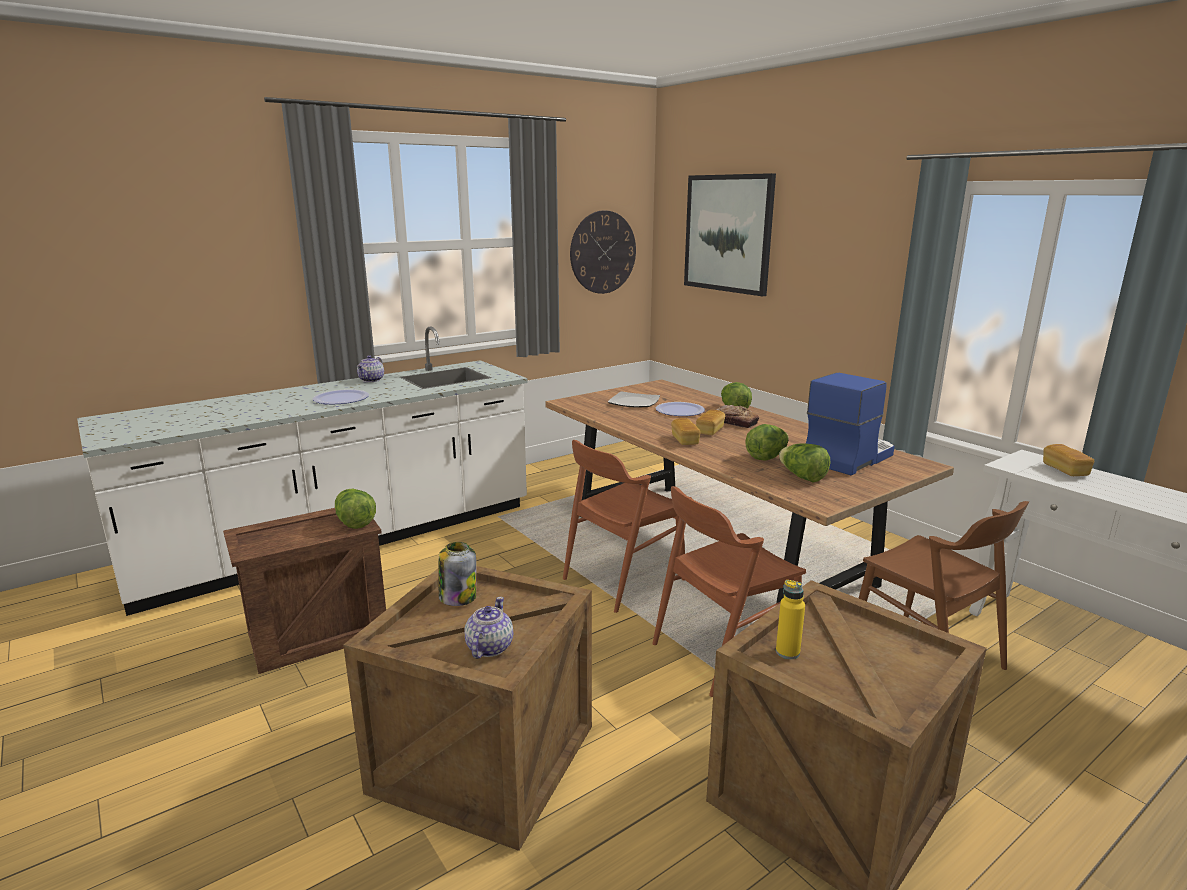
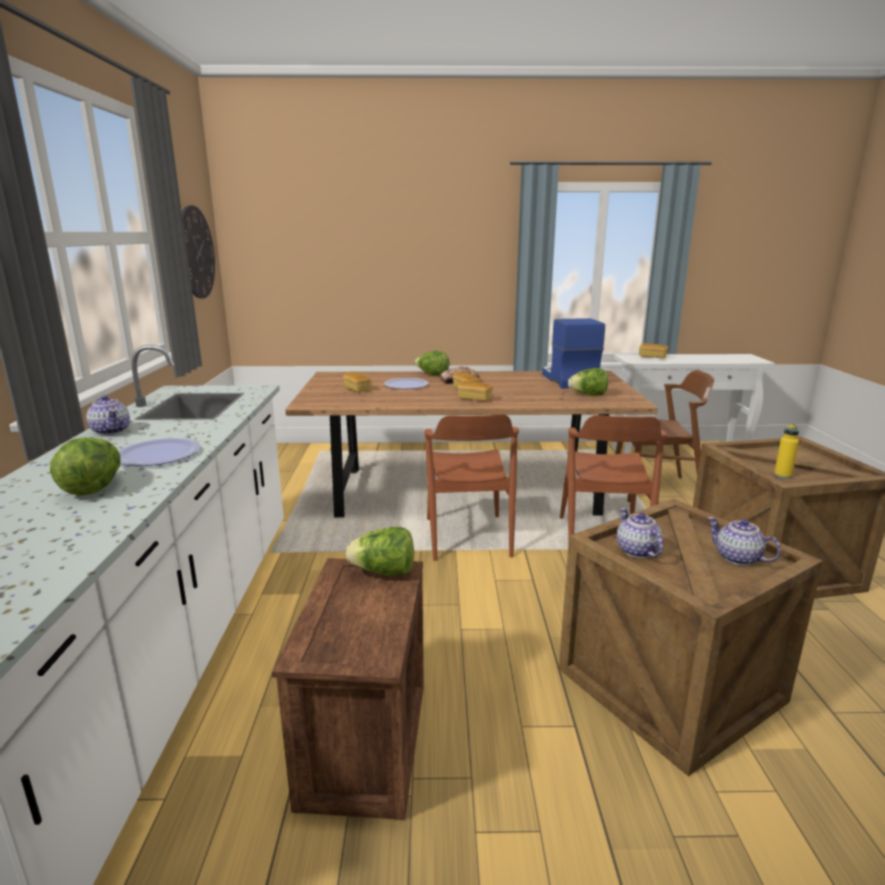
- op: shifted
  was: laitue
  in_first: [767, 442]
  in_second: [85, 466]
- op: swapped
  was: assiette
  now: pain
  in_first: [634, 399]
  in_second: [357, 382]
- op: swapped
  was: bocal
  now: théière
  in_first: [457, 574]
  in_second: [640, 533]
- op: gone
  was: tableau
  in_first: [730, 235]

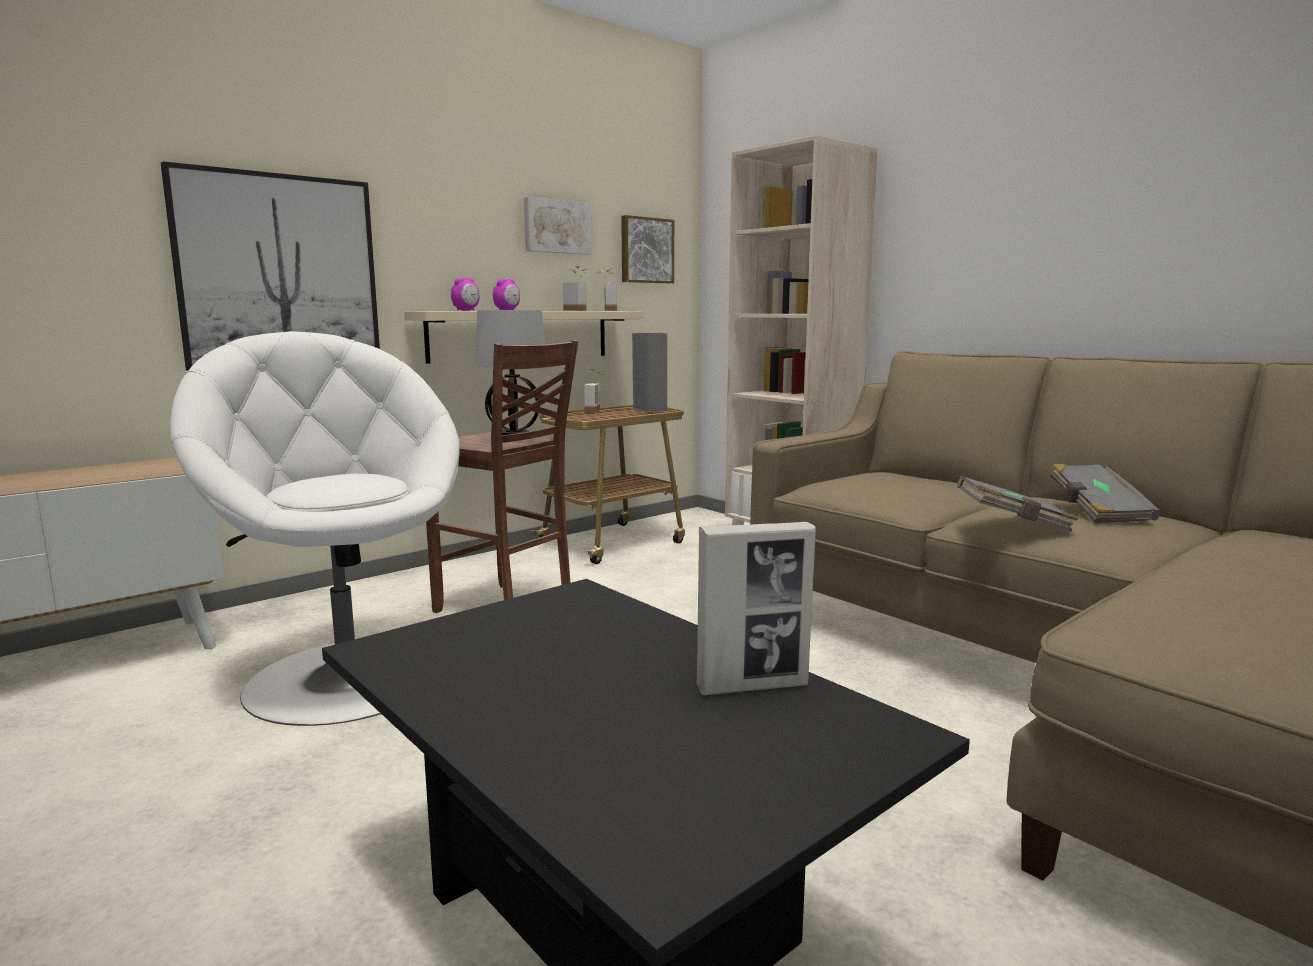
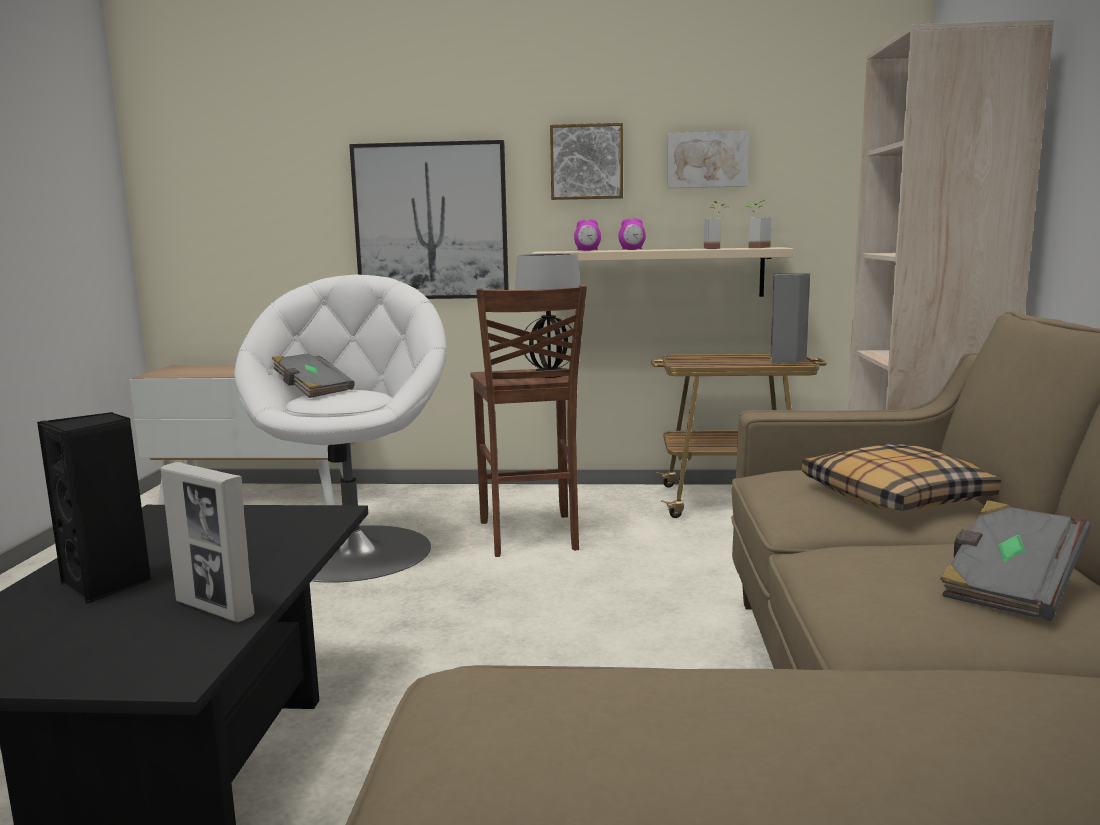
- op: new
  now: enceinte/noir
  in_second: [94, 508]
- op: shifted
  was: livre/gris
  in_first: [1018, 504]
  in_second: [313, 376]
- op: shifted
  was: tableau
  in_first: [647, 249]
  in_second: [586, 161]
- op: new
  now: coussin
  in_second: [901, 477]
- op: gone
  was: plante en pot
  in_first: [593, 390]

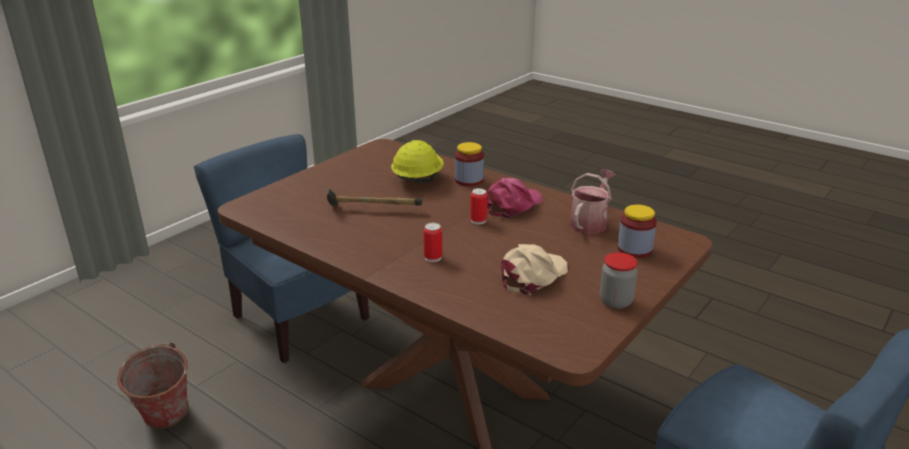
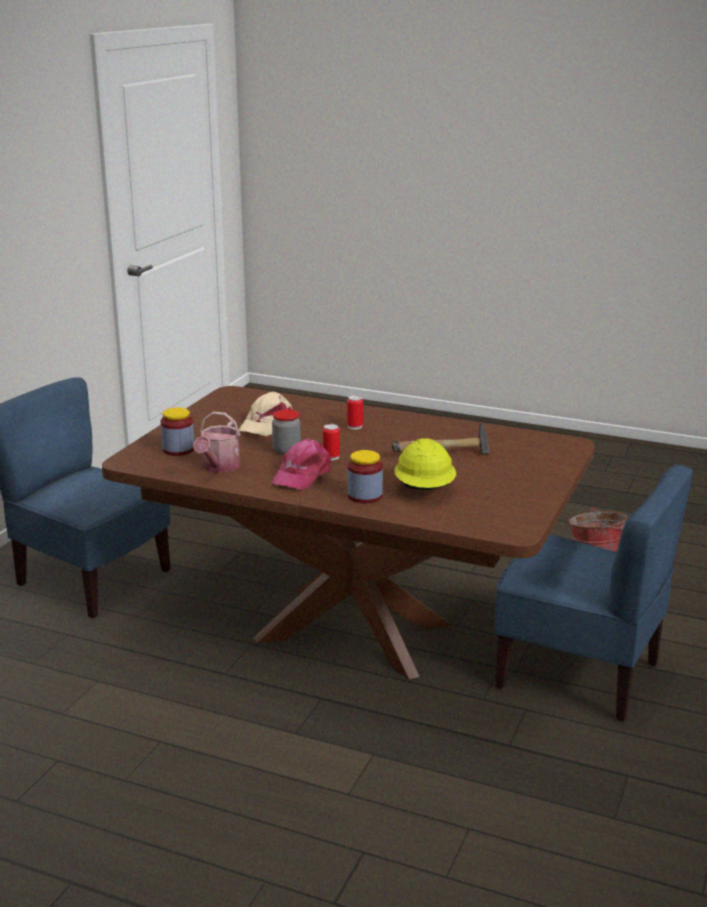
- op: shifted
  was: bocal
  in_first: [619, 280]
  in_second: [286, 432]

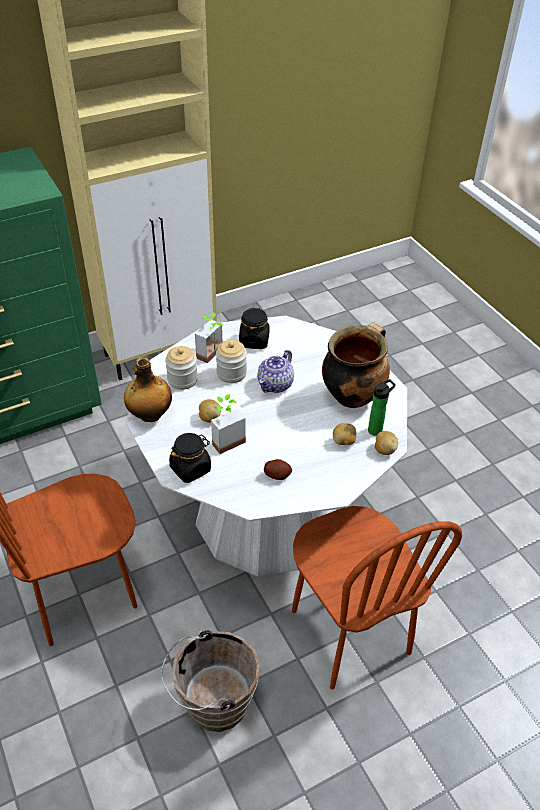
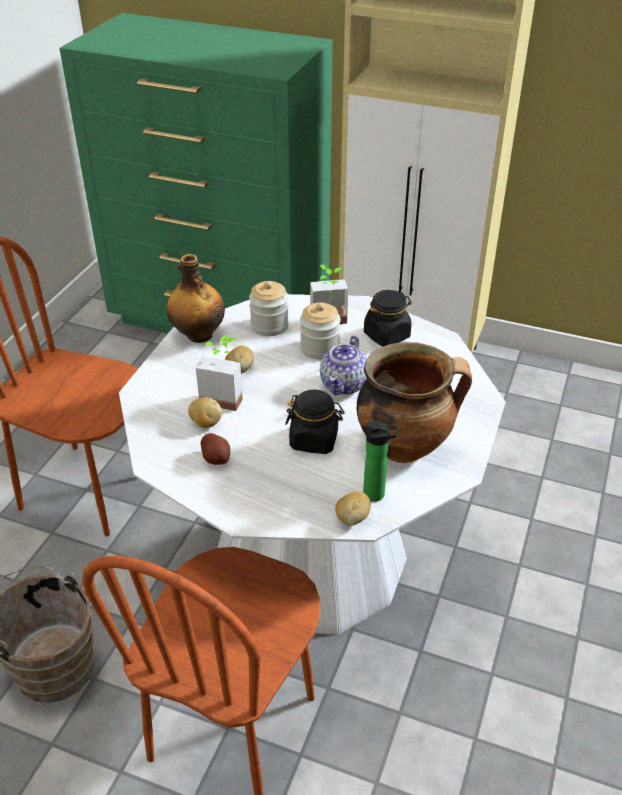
- op: shifted
  was: pomme de terre
  in_first: [344, 434]
  in_second: [205, 412]
- op: shifted
  was: bocal/noir
  in_first: [190, 458]
  in_second: [315, 421]
- op: rotated
  was: théière
  in_first: [275, 371]
  in_second: [343, 365]
  clockwise: -60

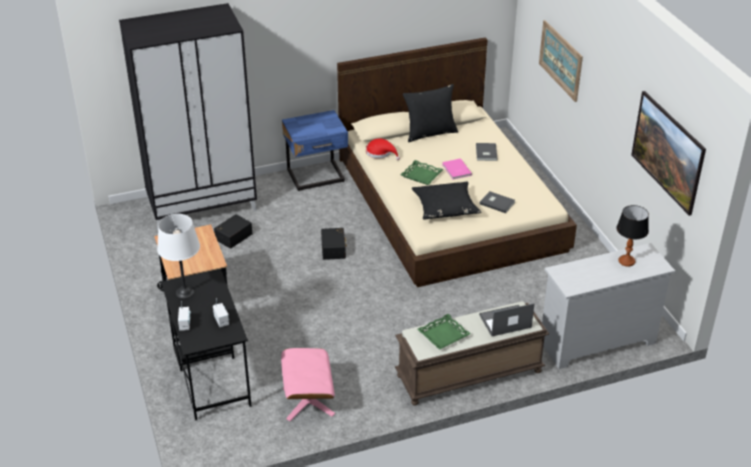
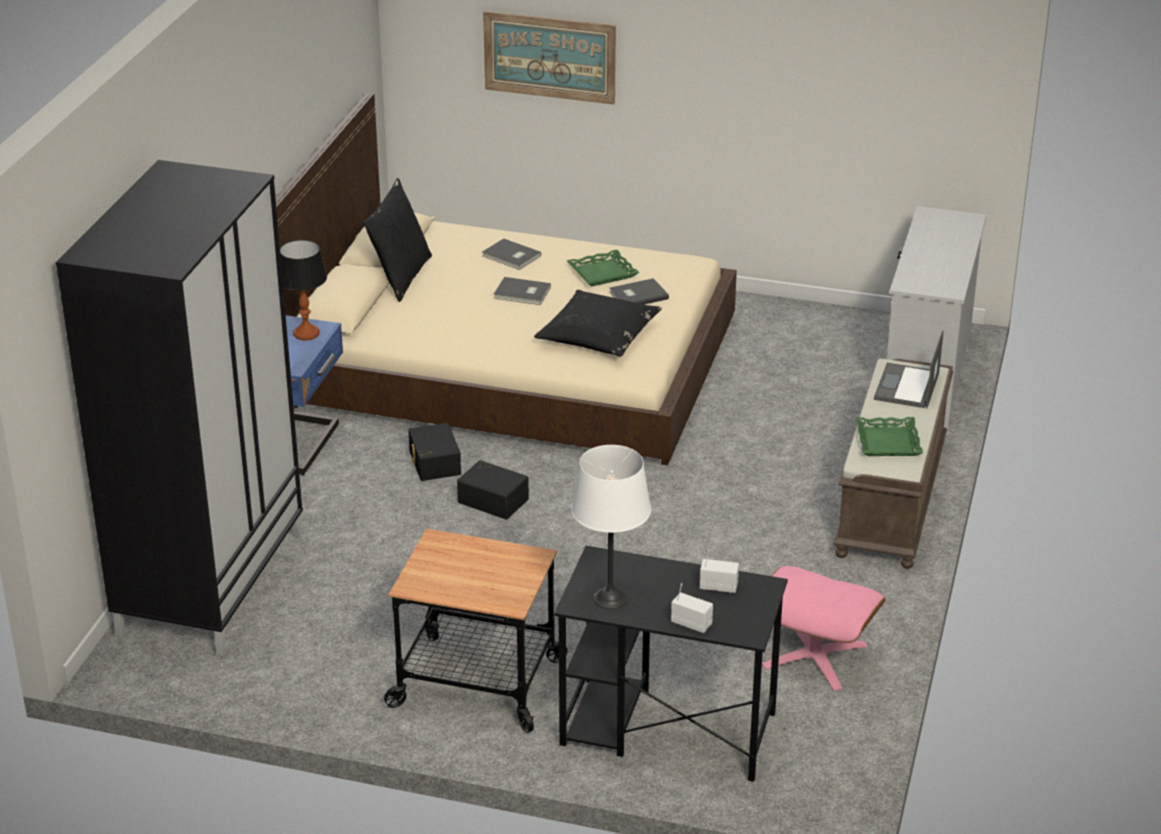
- op: shifted
  was: lampe de table
  in_first: [632, 236]
  in_second: [303, 290]
- op: shifted
  was: boîte de rangement/noir
  in_first: [233, 231]
  in_second: [434, 452]
- op: repainted
  was: livre/rose
  now: livre/gris
  in_first: [457, 168]
  in_second: [522, 291]
- op: shifted
  was: plateau/vert
  in_first: [421, 172]
  in_second: [603, 268]
- op: gone
  was: chapeau/rouge
  in_first: [383, 149]
- op: gone
  was: tableau
  in_first: [668, 153]

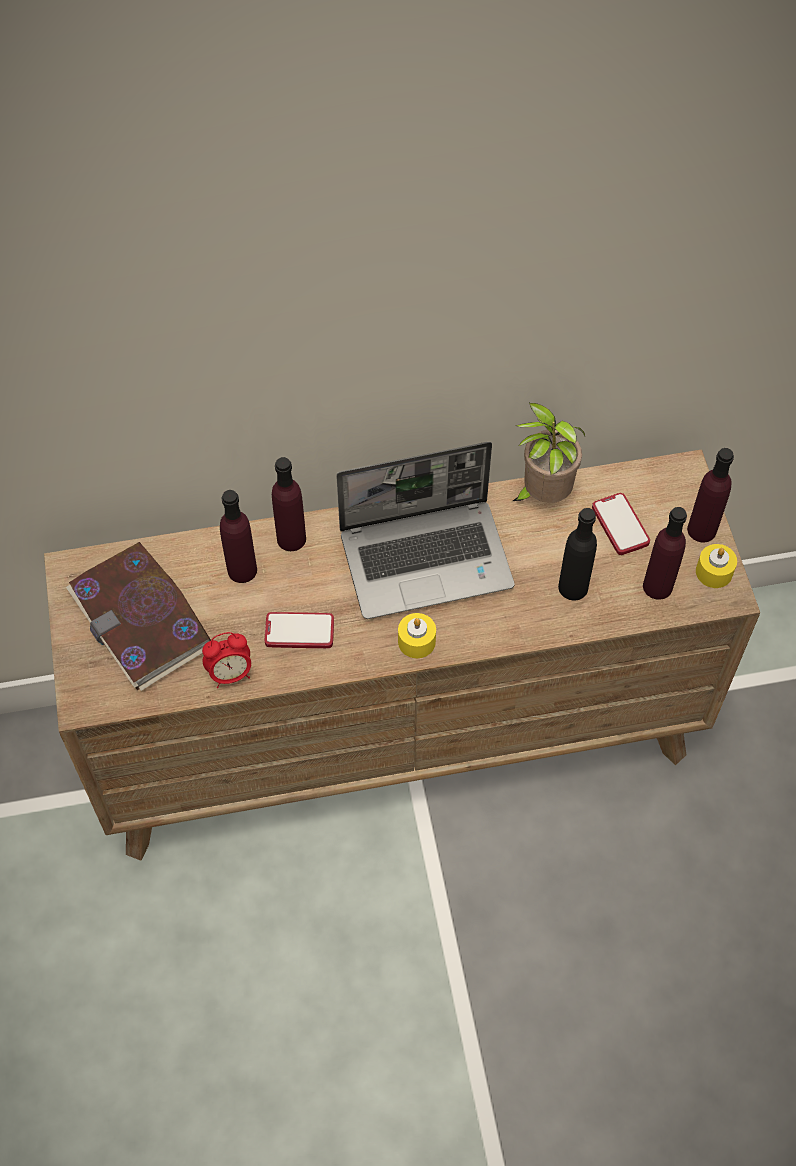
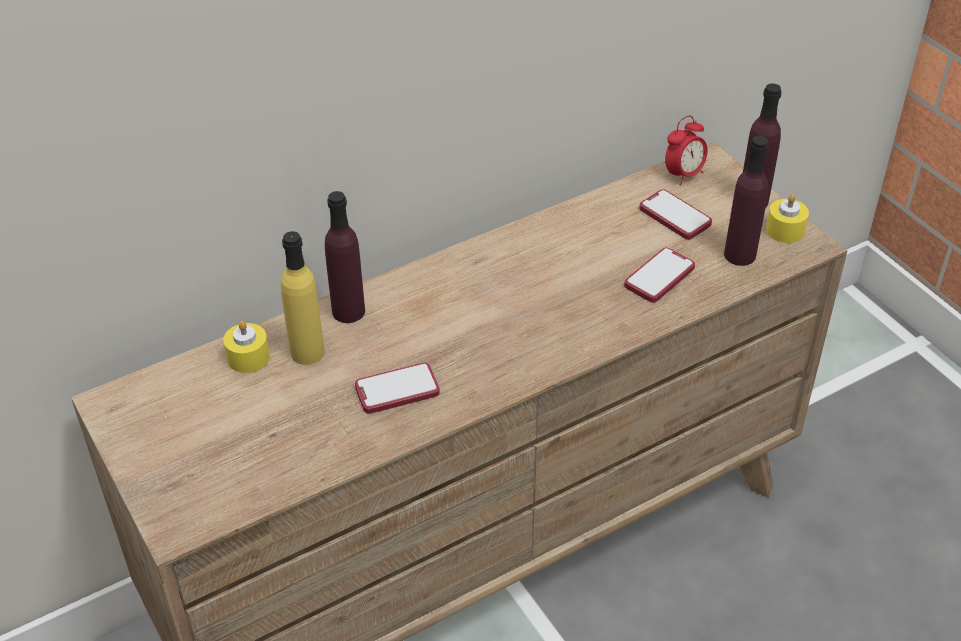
- op: shifted
  was: bougie/jaune
  in_first: [417, 635]
  in_second: [246, 347]
- op: repainted
  was: bouteille/violet
  now: bouteille/jaune
  in_first: [238, 536]
  in_second: [303, 298]
- op: swapped
  was: bouteille/noir
  now: téléphone
  in_first: [577, 554]
  in_second: [659, 275]
- op: shifted
  was: réveil
  in_first: [226, 660]
  in_second: [686, 151]
- op: gone
  was: livre
  in_first: [138, 616]
- op: gone
  was: ordinateur portable
  in_first: [425, 530]
- op: gone
  was: plante en pot
  in_first: [549, 453]

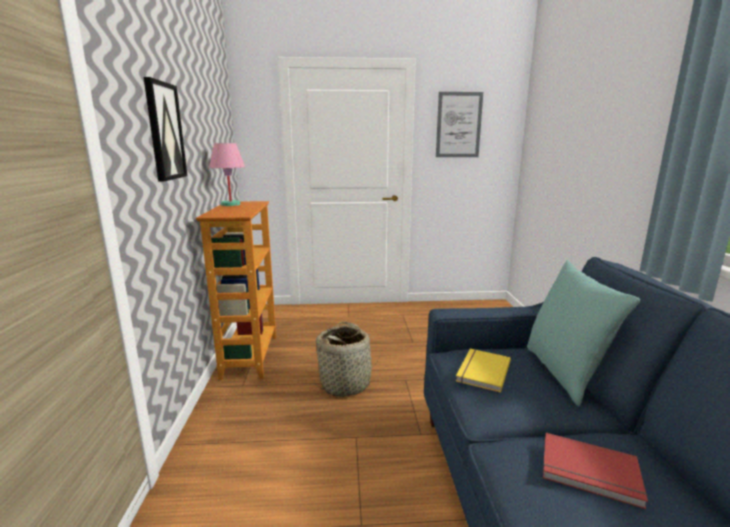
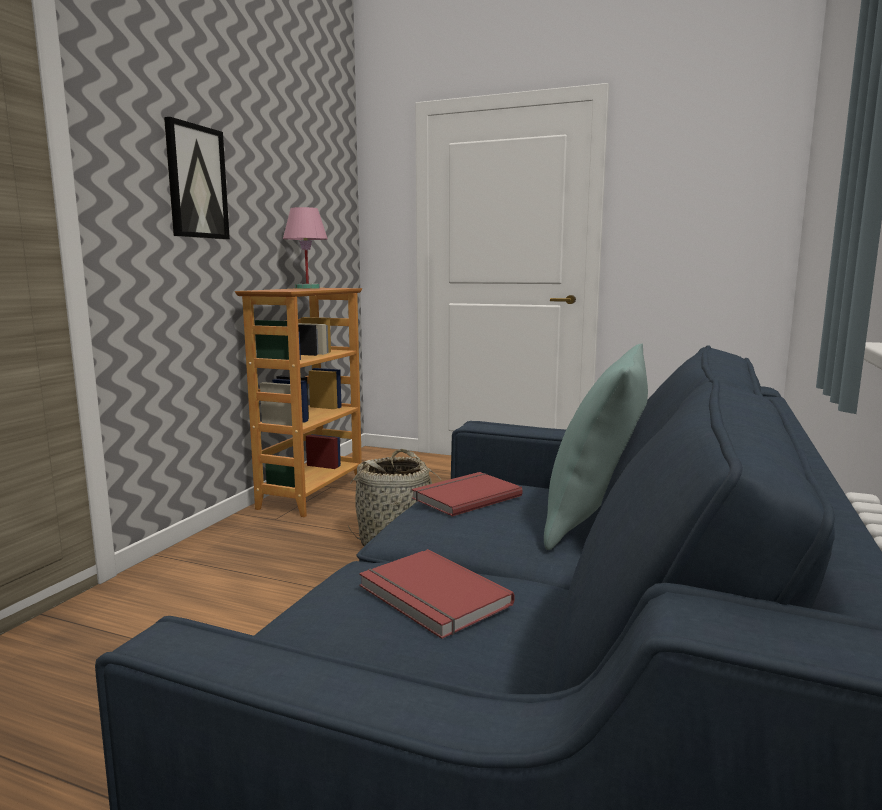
- op: repainted
  was: livre/jaune
  now: livre/rouge
  in_first: [483, 370]
  in_second: [467, 494]
- op: gone
  was: tableau
  in_first: [459, 124]

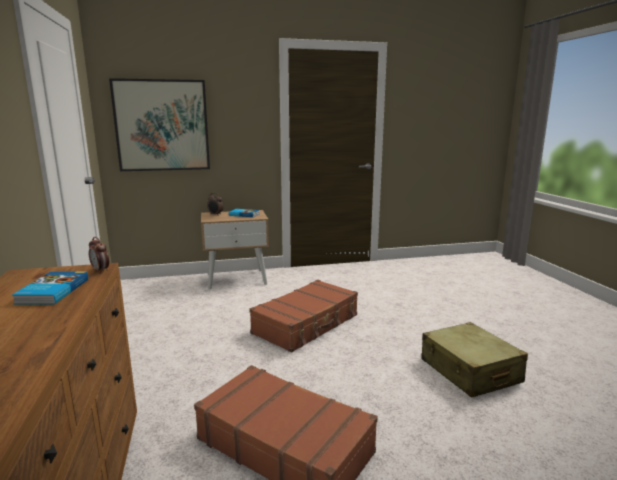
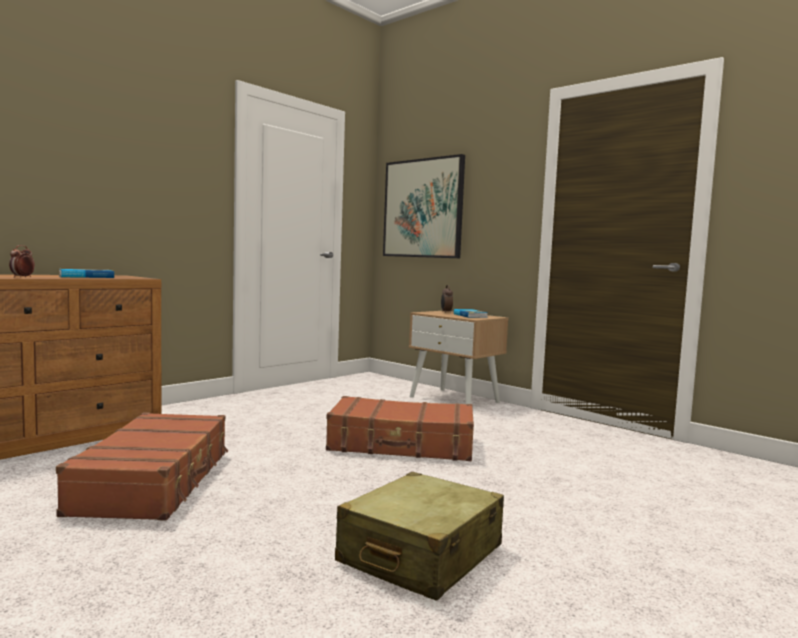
- op: shifted
  was: réveil
  in_first: [99, 255]
  in_second: [22, 261]

